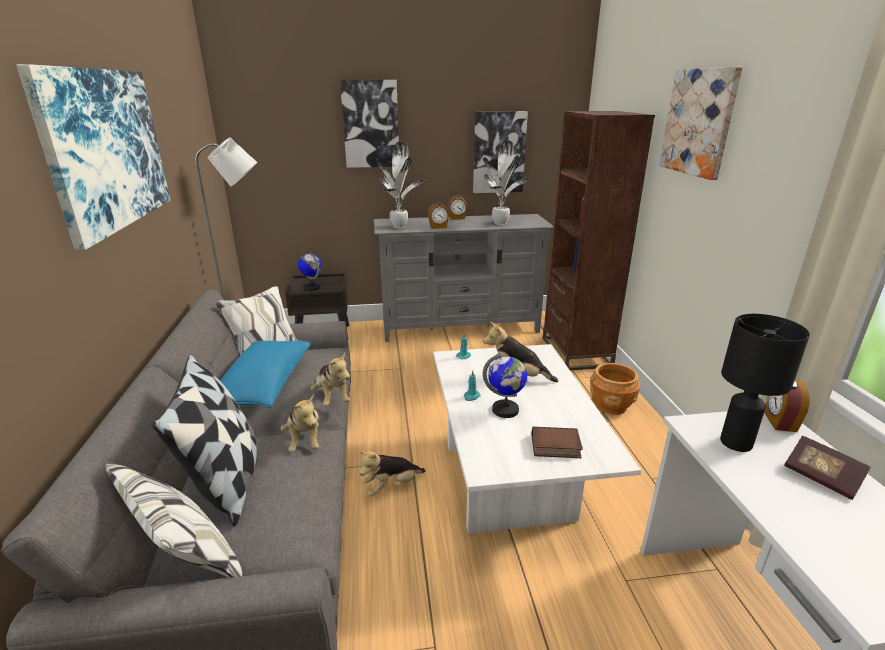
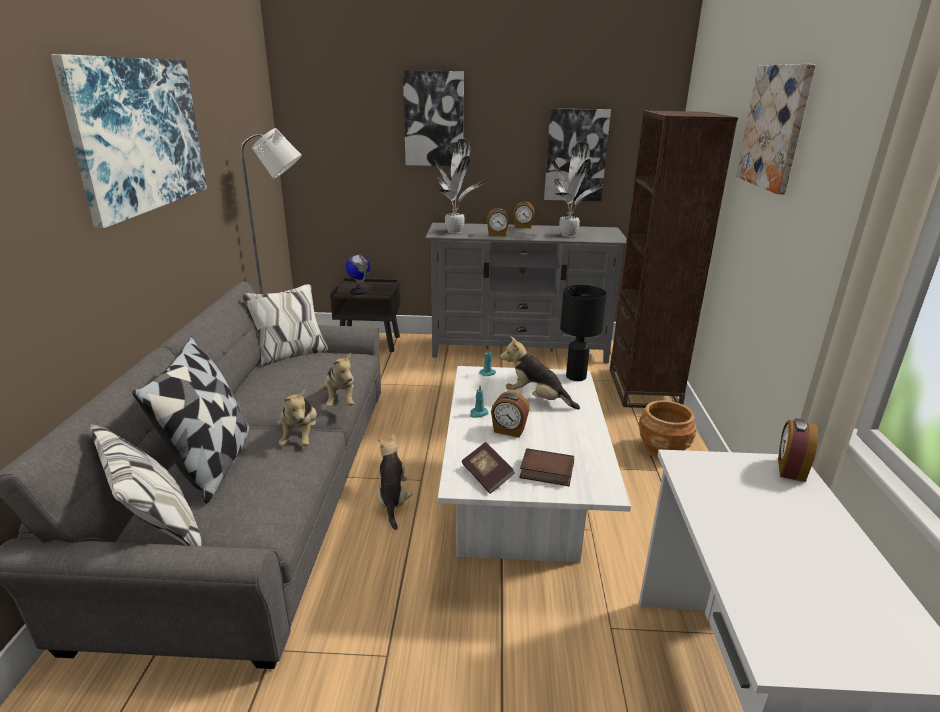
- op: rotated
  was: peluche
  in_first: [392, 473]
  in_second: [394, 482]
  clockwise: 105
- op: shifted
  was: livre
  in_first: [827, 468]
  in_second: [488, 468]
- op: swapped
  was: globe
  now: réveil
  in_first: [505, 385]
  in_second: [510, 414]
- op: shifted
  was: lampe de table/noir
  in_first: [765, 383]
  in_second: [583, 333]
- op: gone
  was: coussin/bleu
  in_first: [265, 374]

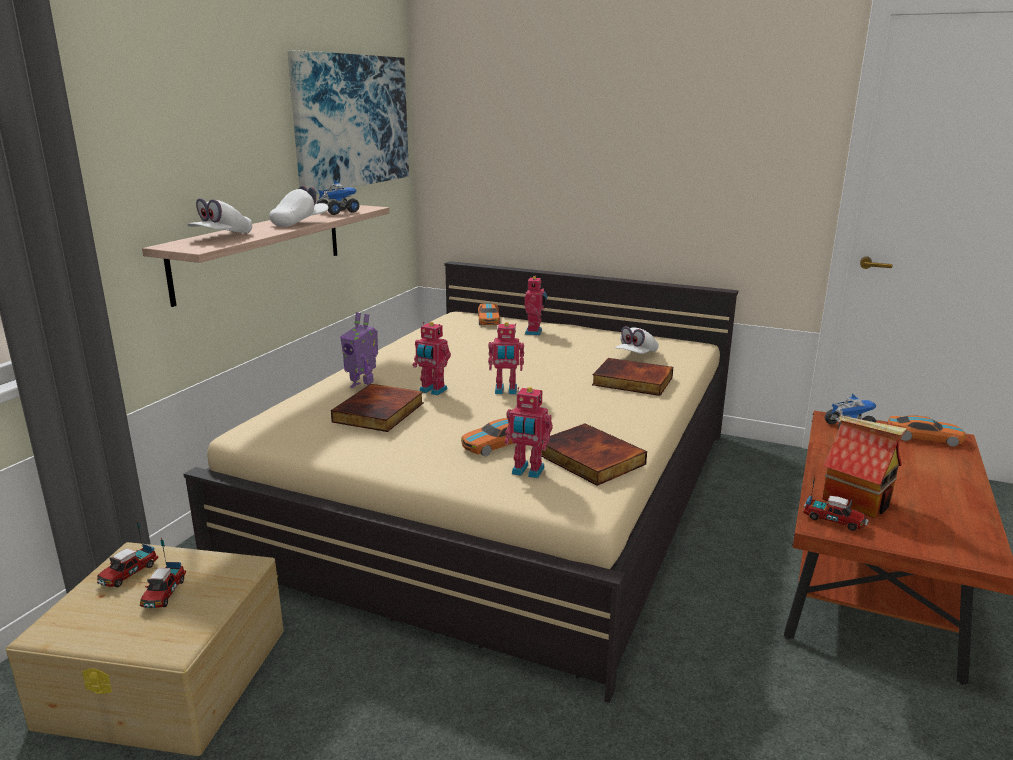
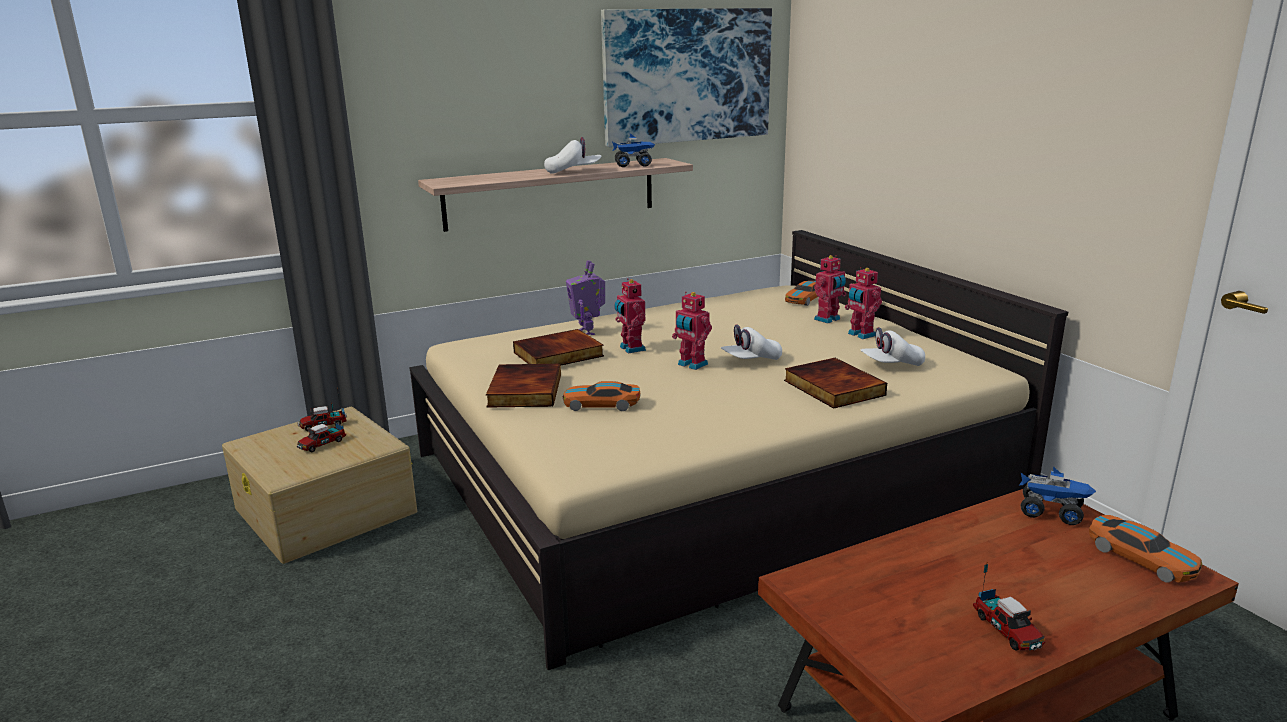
- op: shifted
  was: livre
  in_first: [594, 455]
  in_second: [523, 386]
- op: shifted
  was: casquette/blanc
  in_first: [219, 215]
  in_second: [751, 342]
- op: shifted
  was: robot jouet
  in_first: [529, 432]
  in_second: [863, 303]
- op: shifted
  was: camion jouet
  in_first: [836, 503]
  in_second: [1009, 607]
- op: gone
  was: maison miniature
  in_first: [865, 467]

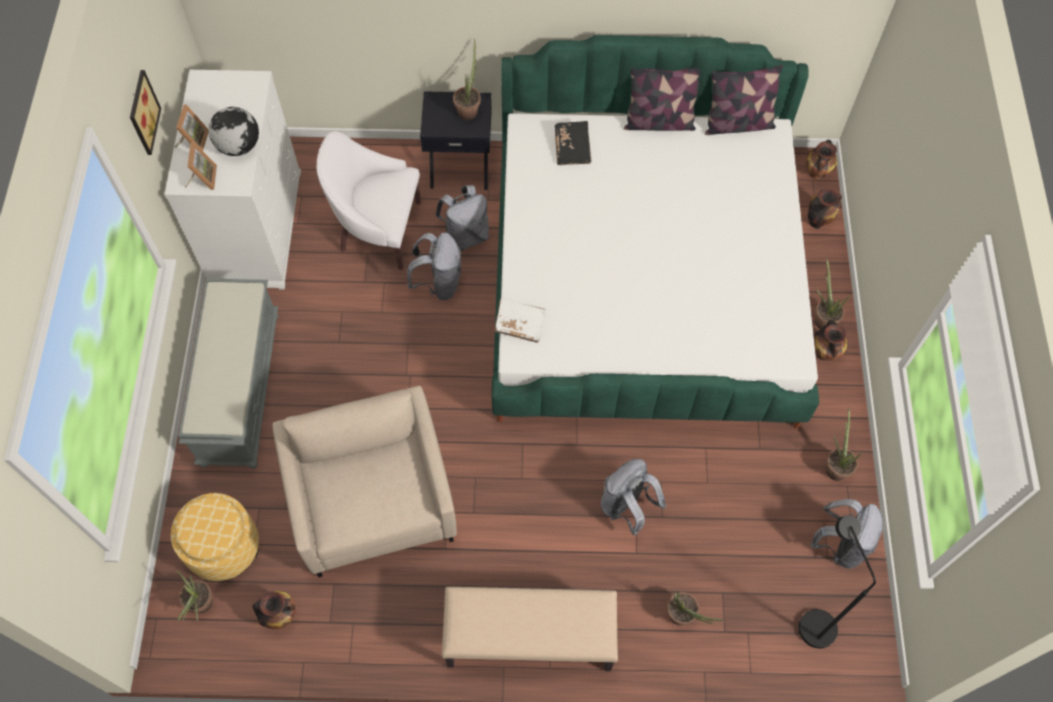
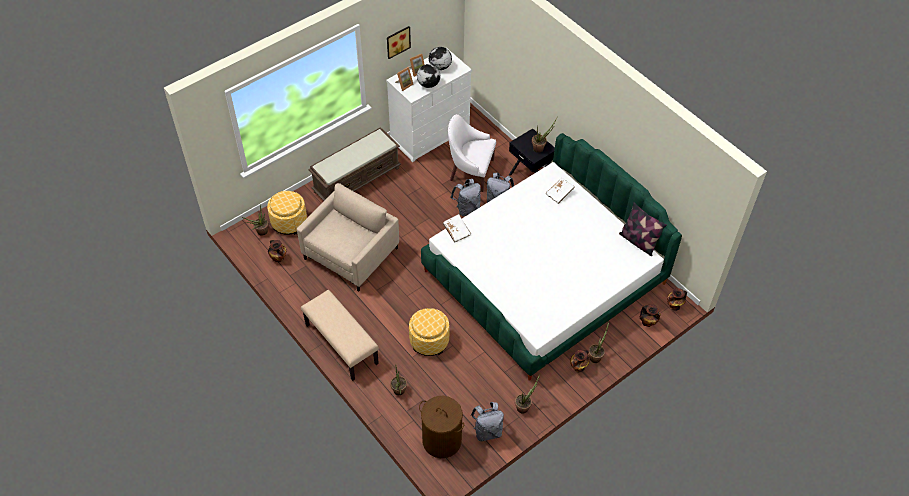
- op: repainted
  was: banc/gris
  now: banc/marron
  in_first: [228, 373]
  in_second: [354, 164]
- op: swapped
  was: sac à dos/gris
  now: pouf
  in_first: [633, 497]
  in_second: [429, 332]
- op: swapped
  was: lampadaire/noir
  now: panier à linge/marron
  in_first: [837, 582]
  in_second: [441, 427]
- op: new
  now: globe
  in_second: [440, 58]
- op: rotated
  was: fauteuil/blanc
  in_first: [368, 200]
  in_second: [472, 153]
  clockwise: -45
- op: repainted
  was: livre/noir
  now: livre/blanc
  in_first: [573, 143]
  in_second: [560, 191]
- op: gone
  was: coussin
  in_first: [662, 99]

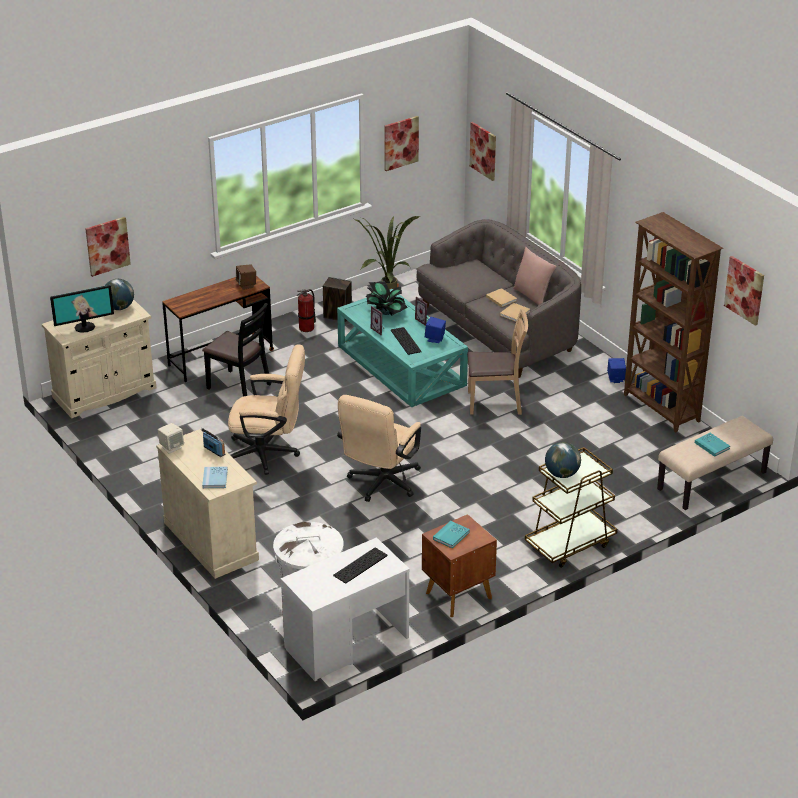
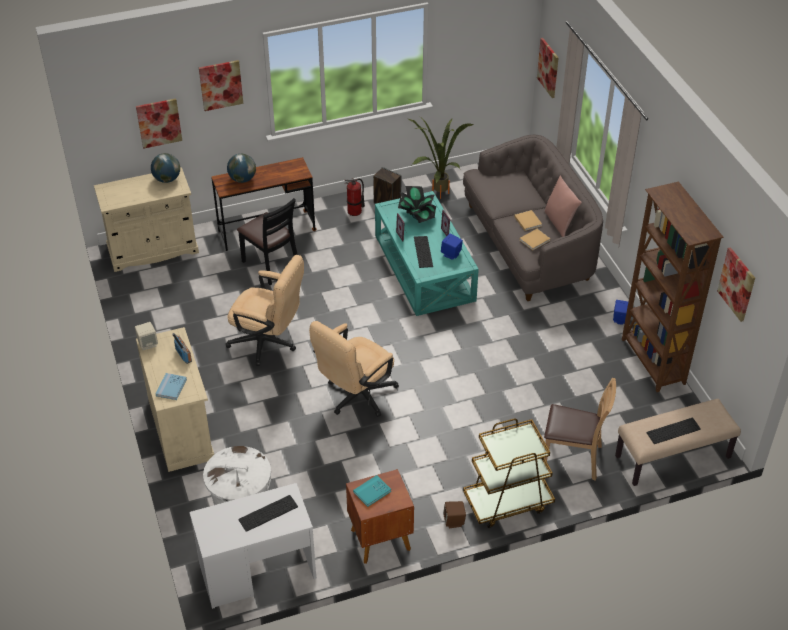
- op: shifted
  was: tableau
  in_first: [401, 143]
  in_second: [221, 85]
- op: shifted
  was: globe
  in_first: [563, 460]
  in_second: [241, 168]
- op: shifted
  was: enceinte/marron
  in_first: [246, 277]
  in_second: [454, 515]
- op: shifted
  was: chaise/marron
  in_first: [497, 362]
  in_second: [579, 429]
- op: swapped
  was: livre/turquoise
  now: clavier
  in_first: [712, 445]
  in_second: [674, 431]
- op: gone
  was: écran d'ordinateur
  in_first: [82, 309]

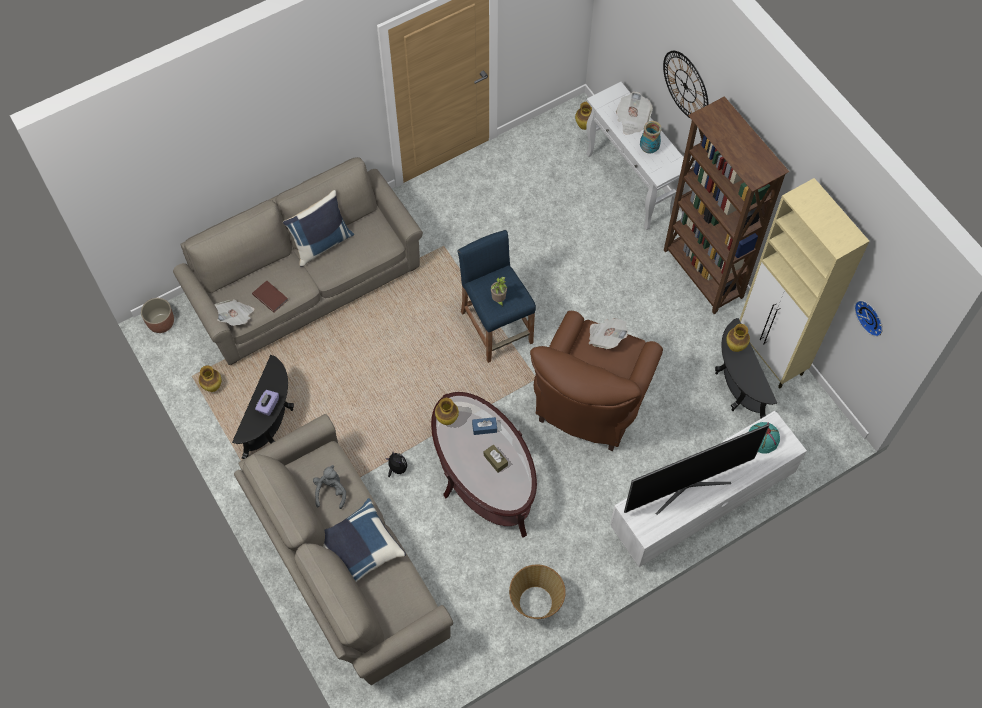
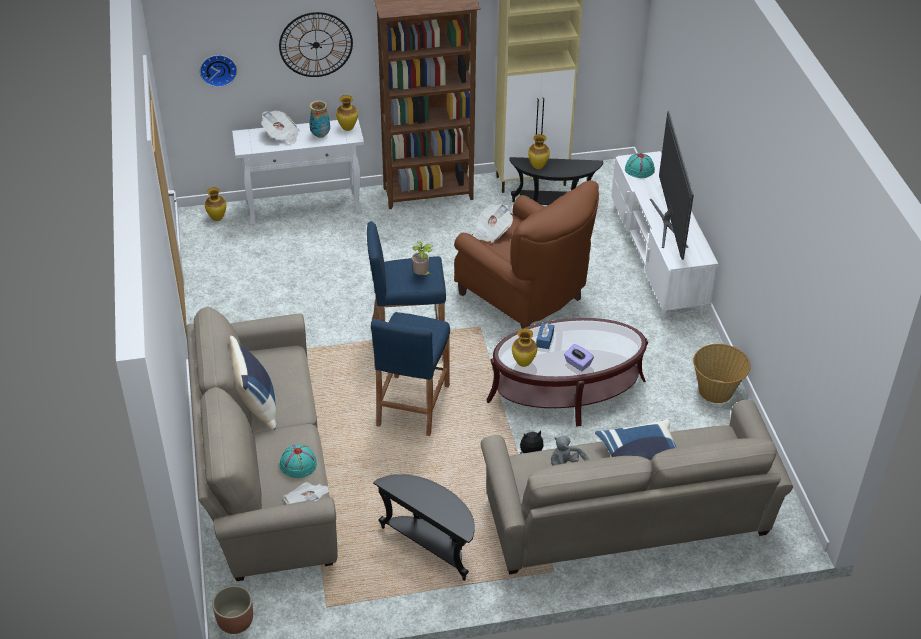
- op: shifted
  was: horloge murale
  in_first: [868, 318]
  in_second: [218, 71]
- op: swapped
  was: livre/marron
  now: chapeau/turquoise
  in_first: [270, 296]
  in_second: [298, 461]
- op: shifted
  was: vase
  in_first: [210, 378]
  in_second: [347, 113]
- op: new
  now: tabouret/bleu
  in_second: [410, 374]
- op: shifted
  was: boîte à mouchoirs/violet
  in_first: [267, 403]
  in_second: [579, 357]
- op: gone
  was: boîte à mouchoirs/marron
  in_first: [496, 459]

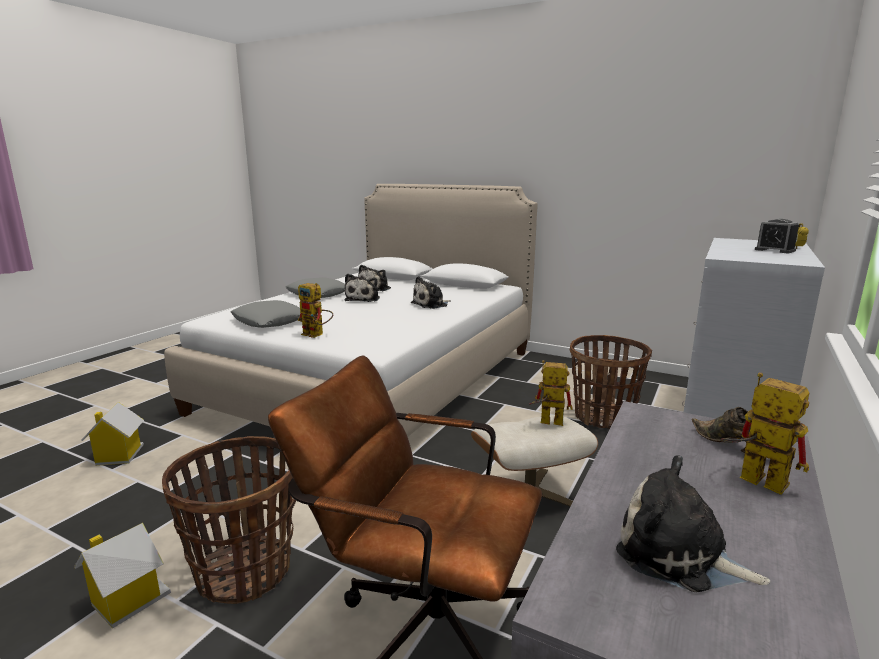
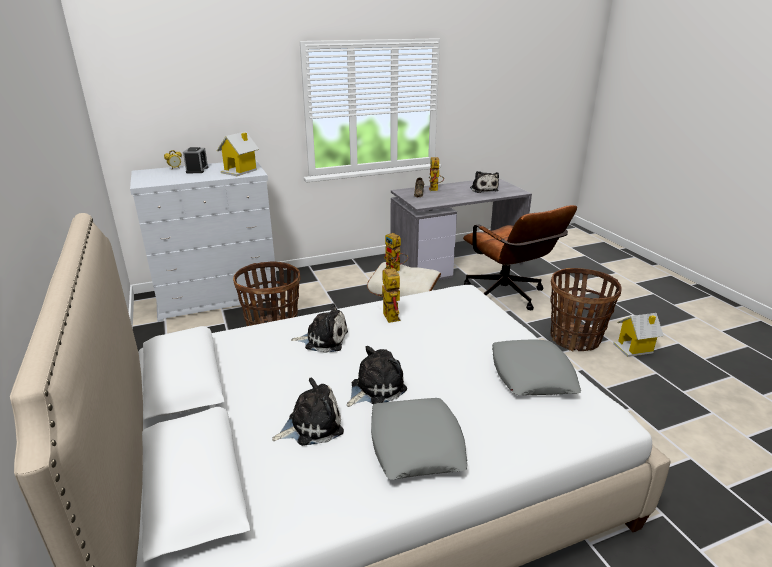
- op: shifted
  was: maison miniature
  in_first: [112, 434]
  in_second: [238, 153]
- op: shifted
  was: robot jouet
  in_first: [315, 310]
  in_second: [386, 294]

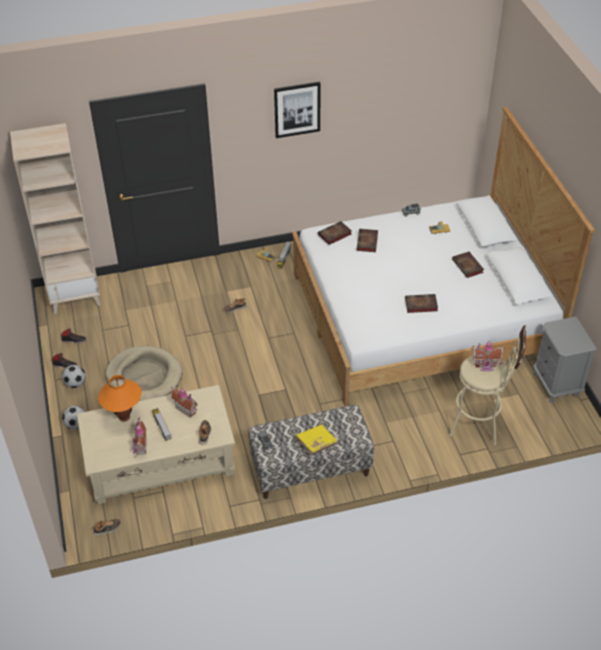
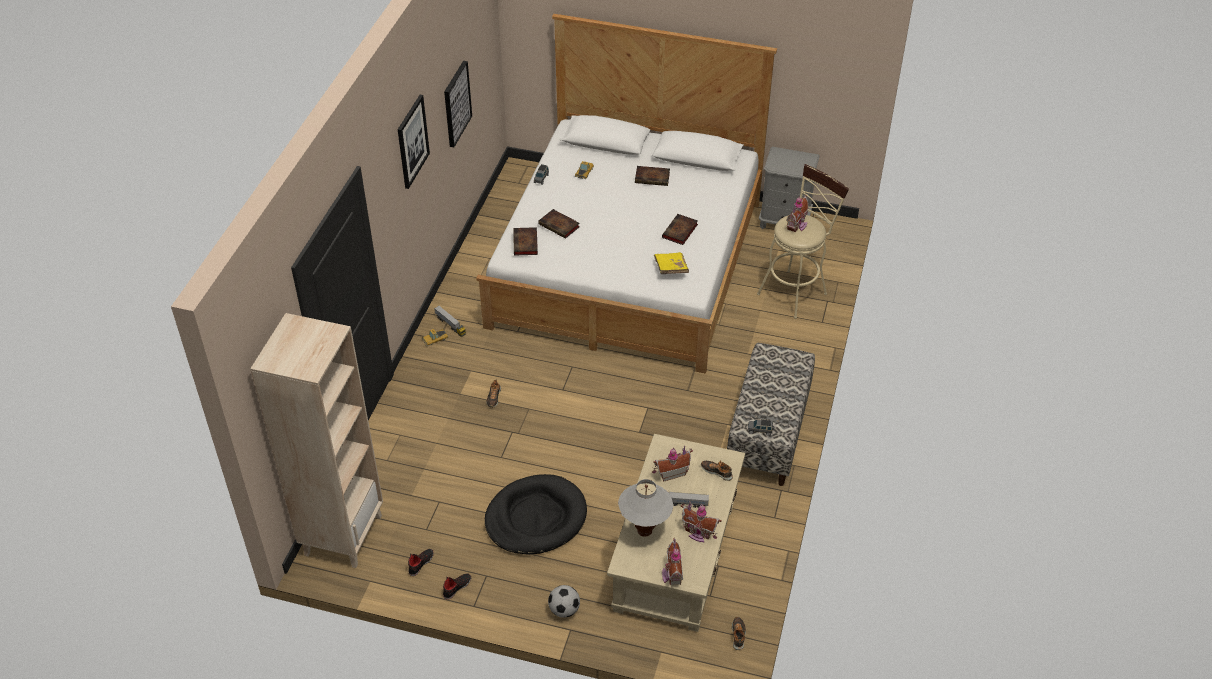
- op: new
  now: tableau
  in_second: [458, 104]
- op: repainted
  was: panier pour chien/beige
  now: panier pour chien/noir
  in_first: [144, 373]
  in_second: [536, 514]
- op: repainted
  was: lampe de table/orange
  now: lampe de table/blanc
  in_first: [120, 398]
  in_second: [646, 508]
- op: shifted
  was: livre/jaune
  in_first: [316, 439]
  in_second: [671, 263]
- op: new
  now: maison miniature
  in_second: [672, 561]
- op: gone
  was: ballon de foot
  in_first: [74, 376]

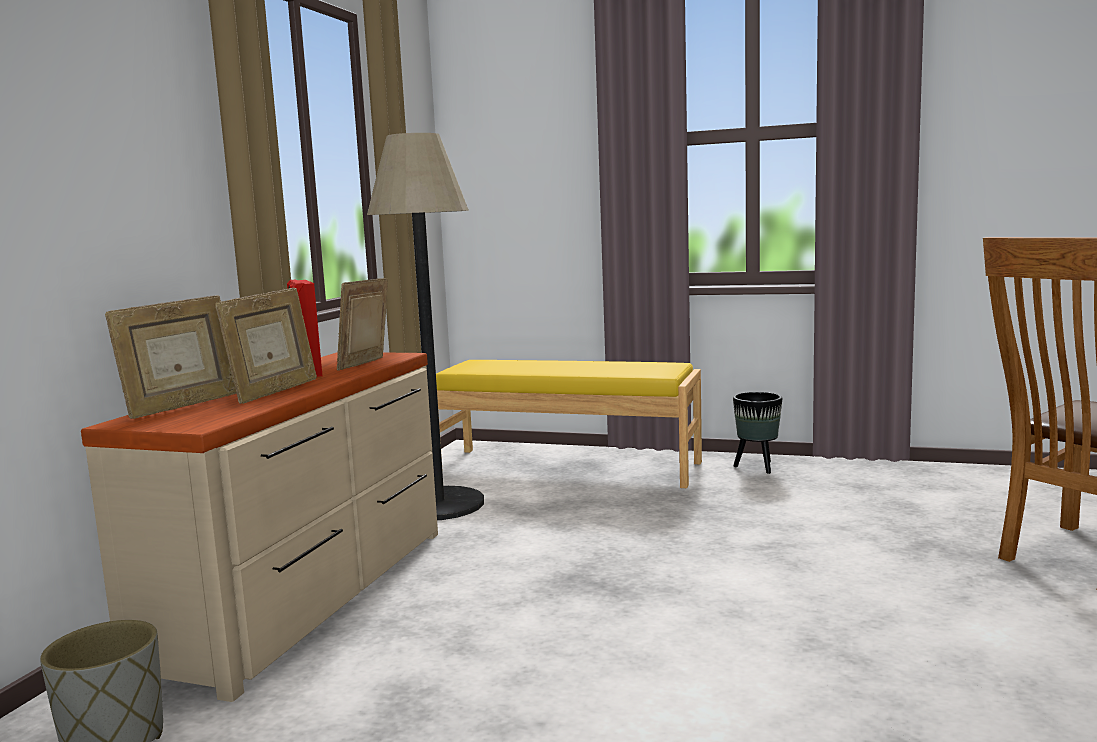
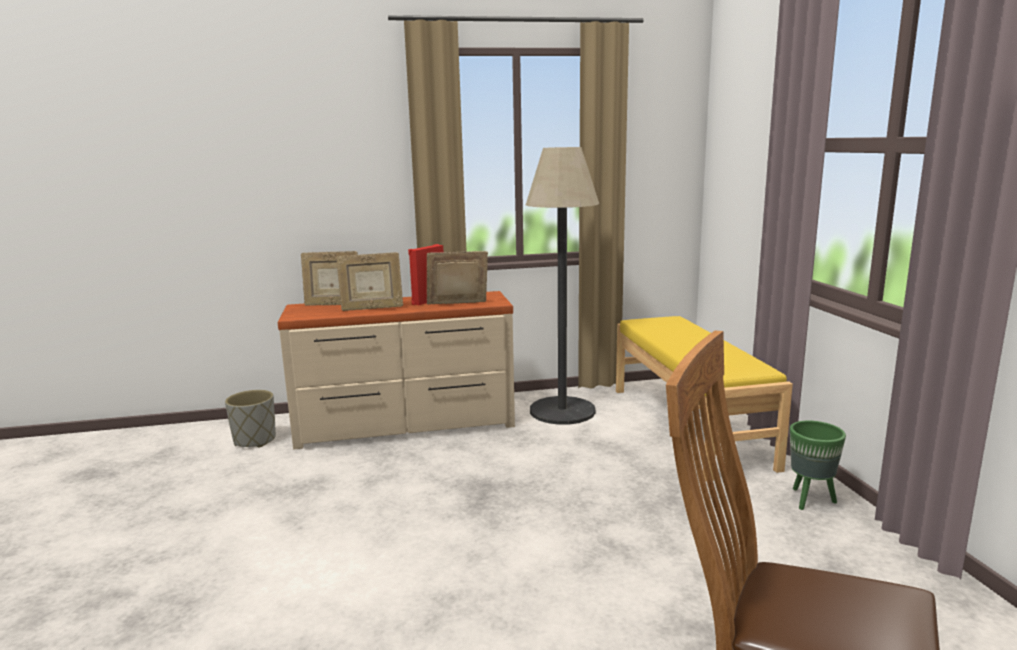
- op: repainted
  was: cache-pot/noir
  now: cache-pot/vert
  in_first: [757, 433]
  in_second: [818, 465]

